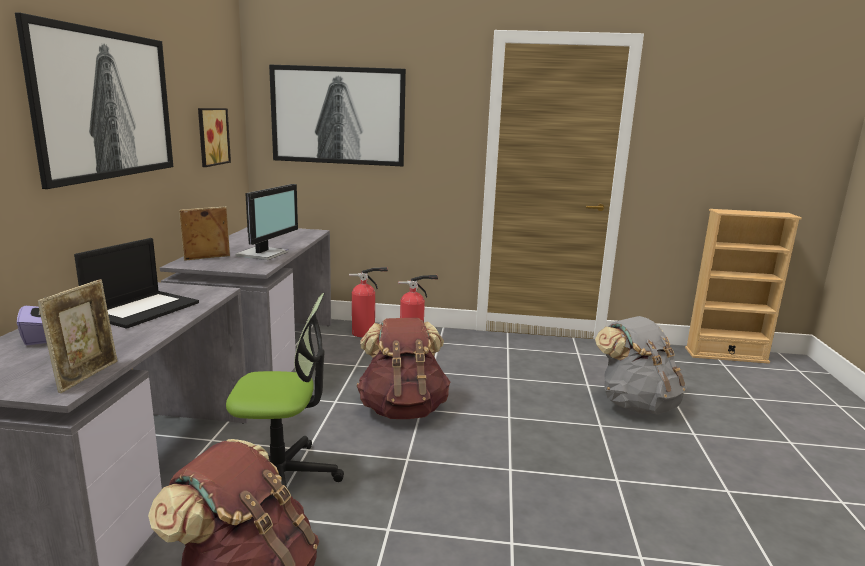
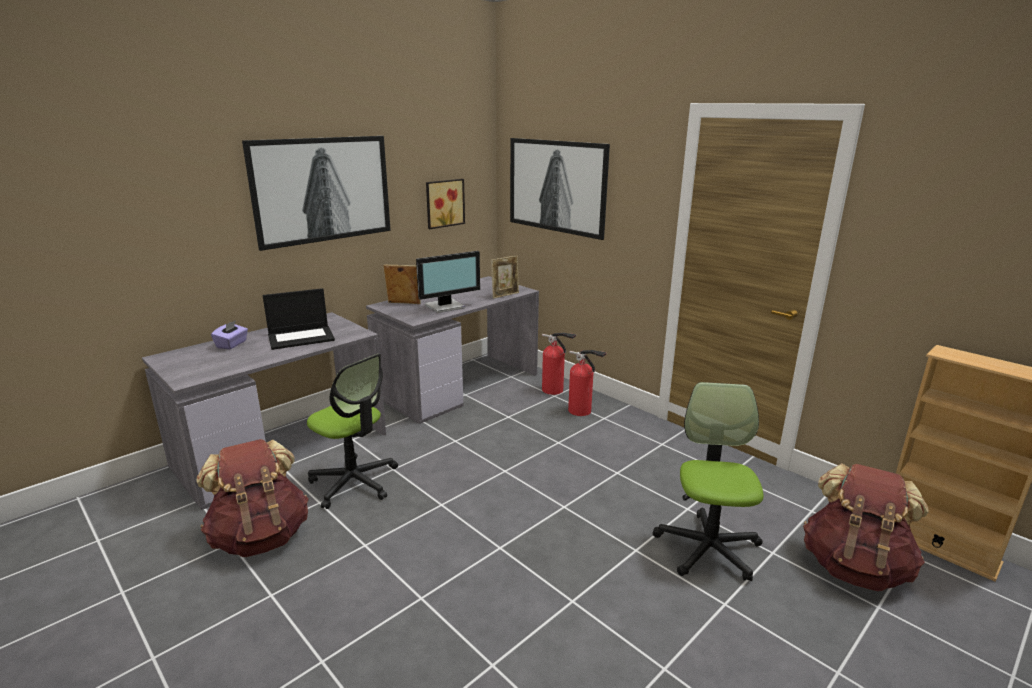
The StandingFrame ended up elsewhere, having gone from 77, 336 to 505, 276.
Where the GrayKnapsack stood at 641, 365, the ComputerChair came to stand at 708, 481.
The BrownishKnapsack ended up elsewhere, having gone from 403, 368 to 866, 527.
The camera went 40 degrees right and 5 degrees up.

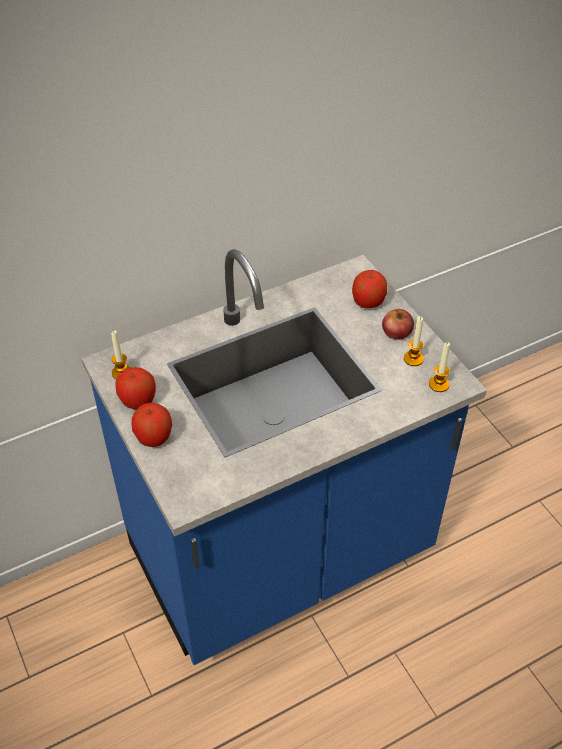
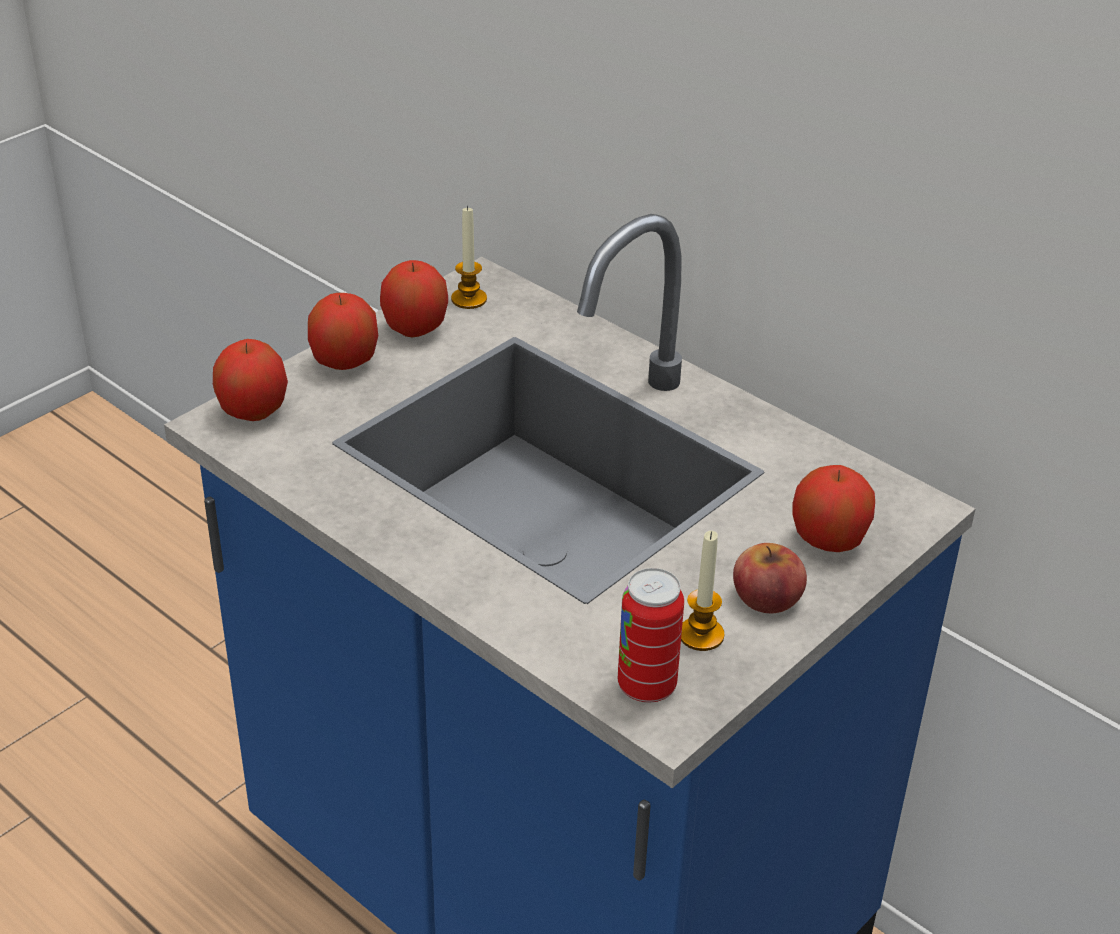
Where the Candle stood at 439, 367, the MetalCan came to stand at 651, 635.
The second view gained the AppleFruit at 250, 380.
The camera went 70 degrees right and 10 degrees down.

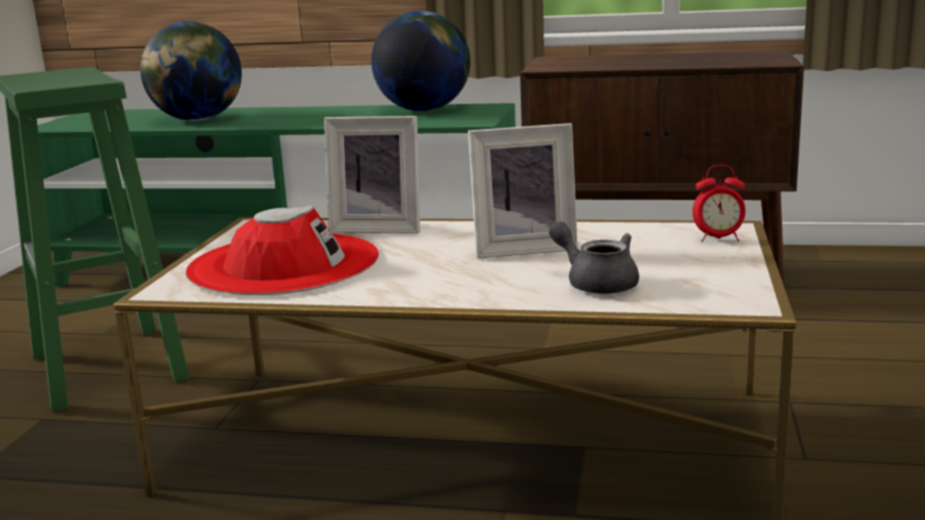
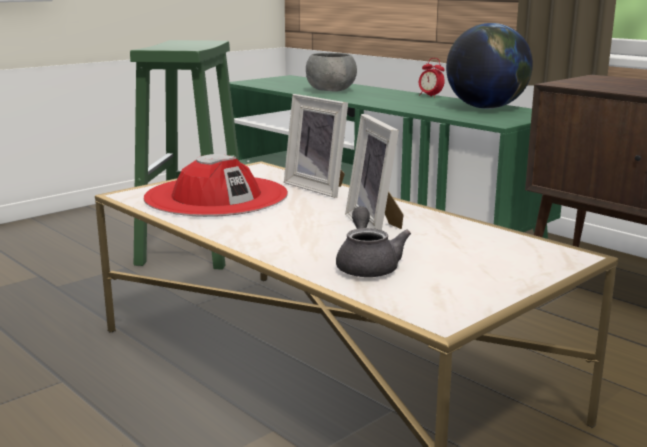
Where the WorldGlobe stood at 191, 71, the GrayDeepDish came to stand at 331, 72.
The StandingFrame at 523, 190 ended up facing another way, 45 degrees clockwise from before.
The AlarmClock ended up elsewhere, having gone from 719, 203 to 432, 78.
The camera went 35 degrees right and 0 degrees up.

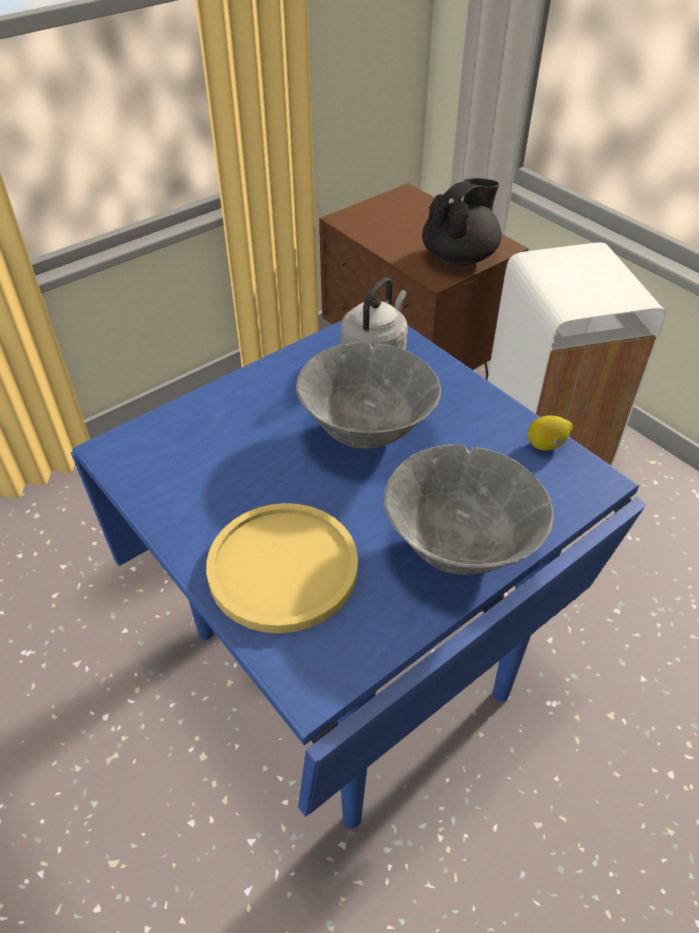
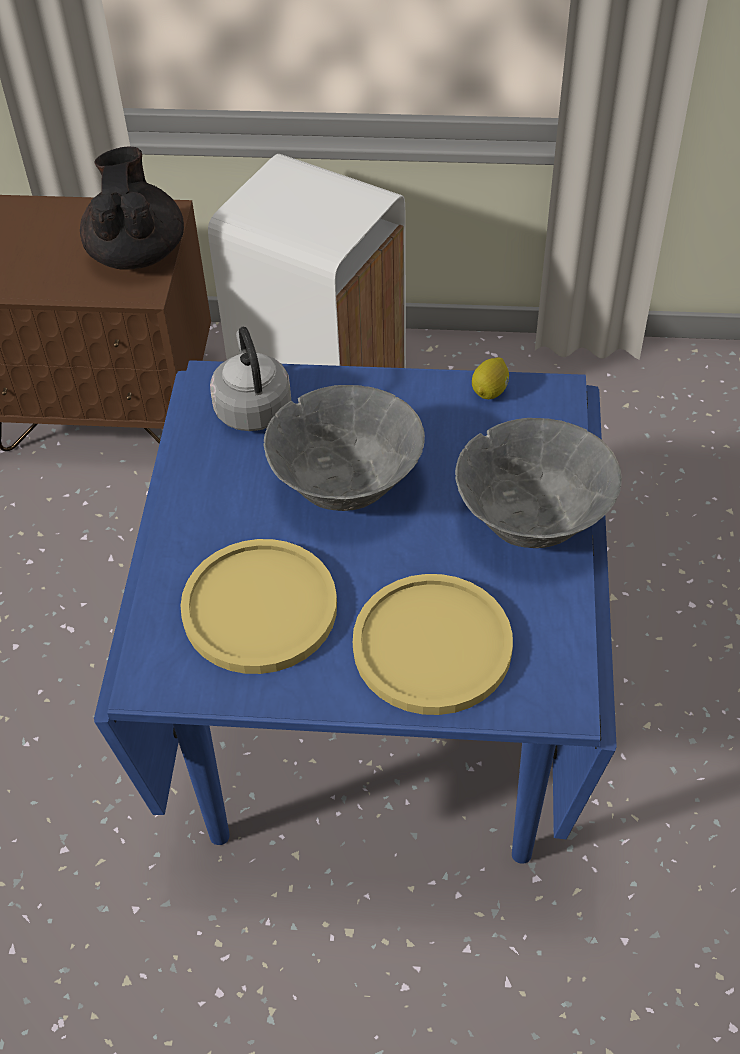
The second view gained the YellowColouredDinnerPlate at 258, 606.
The camera went 45 degrees left and 5 degrees up.

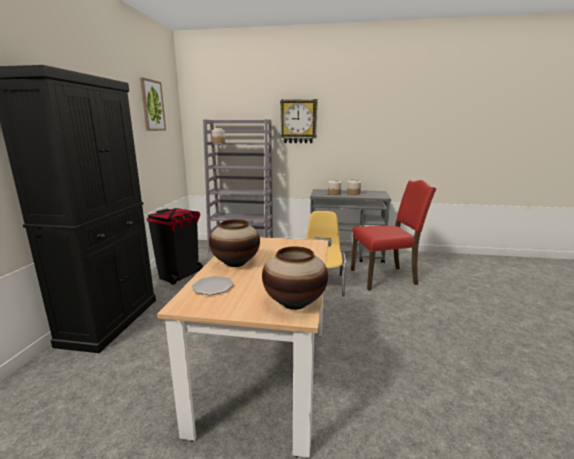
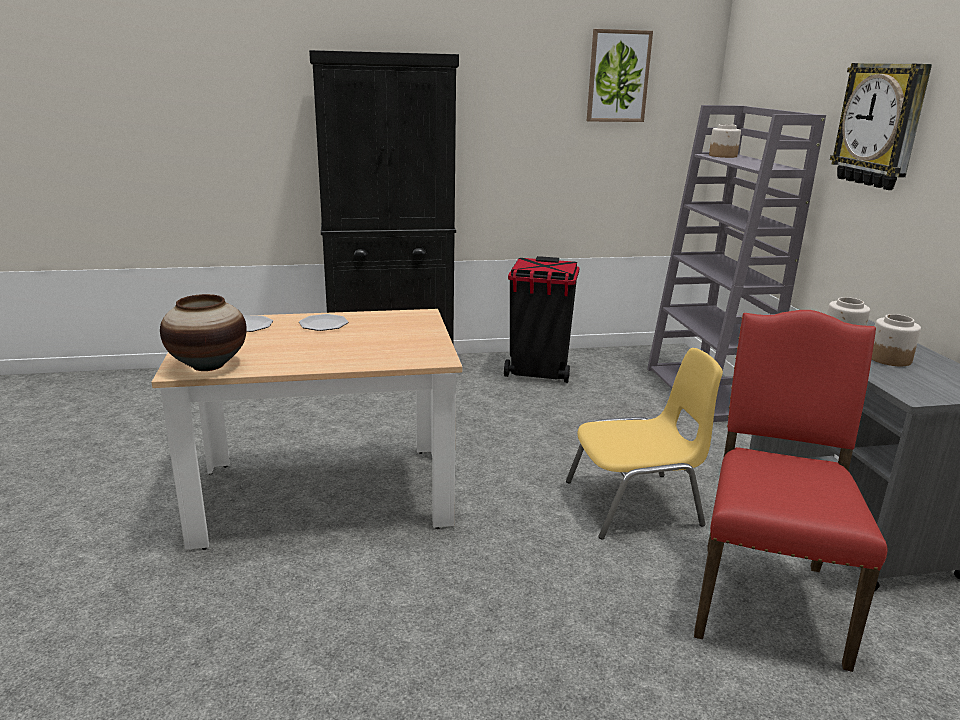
The ReddishChair at 393, 235 ended up facing another way, 135 degrees counterclockwise from before.
Where the DecorativeVase stood at 234, 243, the DinnerPlate came to stand at 323, 322.
The camera went 70 degrees right and 5 degrees up.

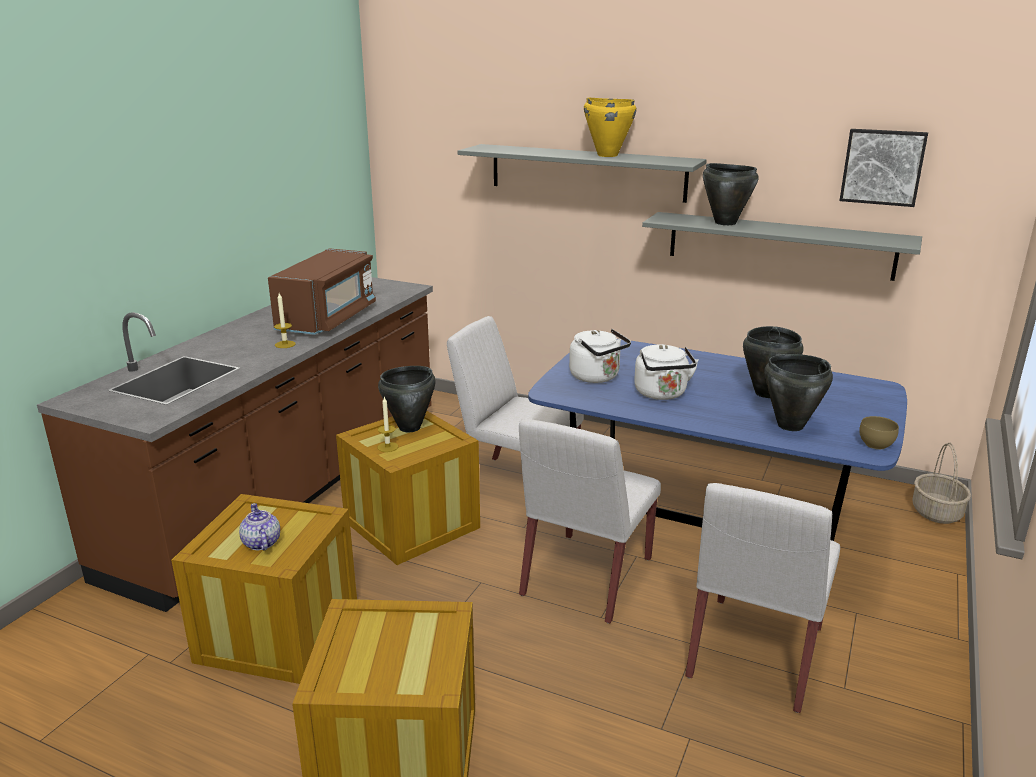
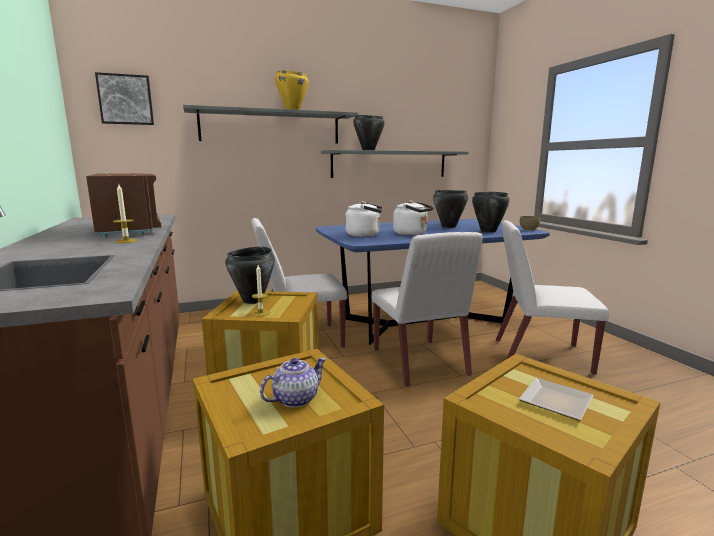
The WallPicture ended up elsewhere, having gone from 883, 168 to 124, 98.
The second view lost the Basket at 941, 483.
The WhiteChair at 762, 598 ended up facing another way, 120 degrees clockwise from before.
The TeaPot at 259, 527 ended up facing another way, 120 degrees clockwise from before.
The second view gained the DinnerPlate at 556, 399.
The camera went 45 degrees left and 10 degrees down.

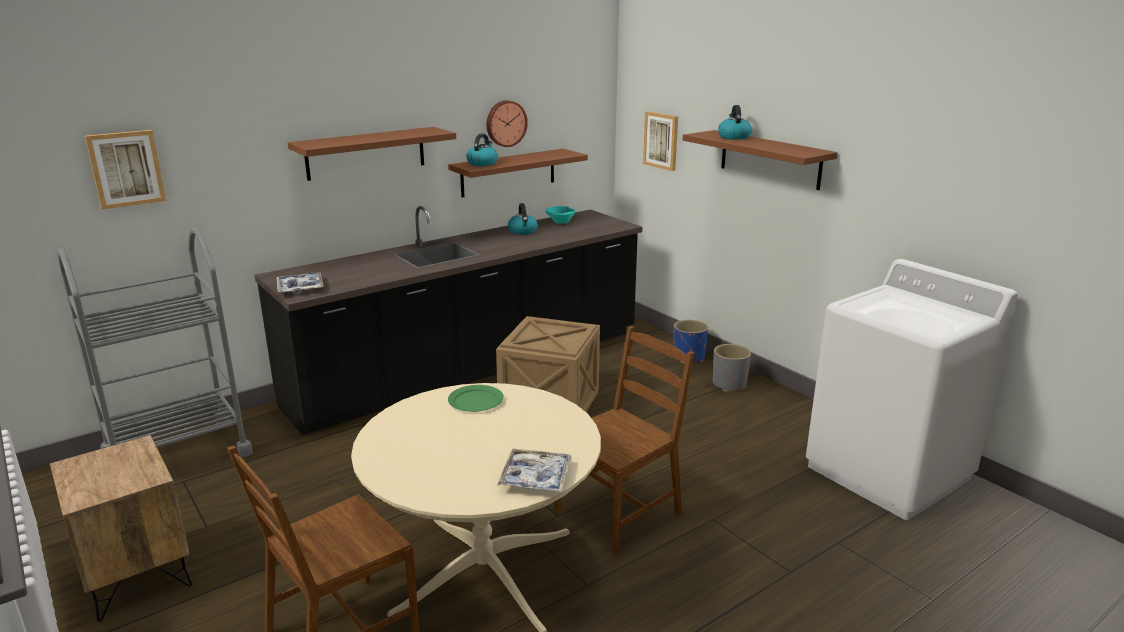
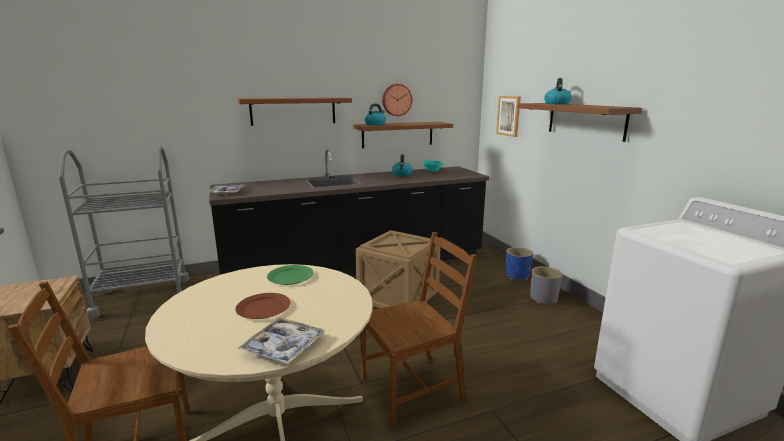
The second view lost the WallPicture at 125, 170.
The second view gained the BrownishDinnerPlate at 263, 306.
The camera went 15 degrees right and 5 degrees down.

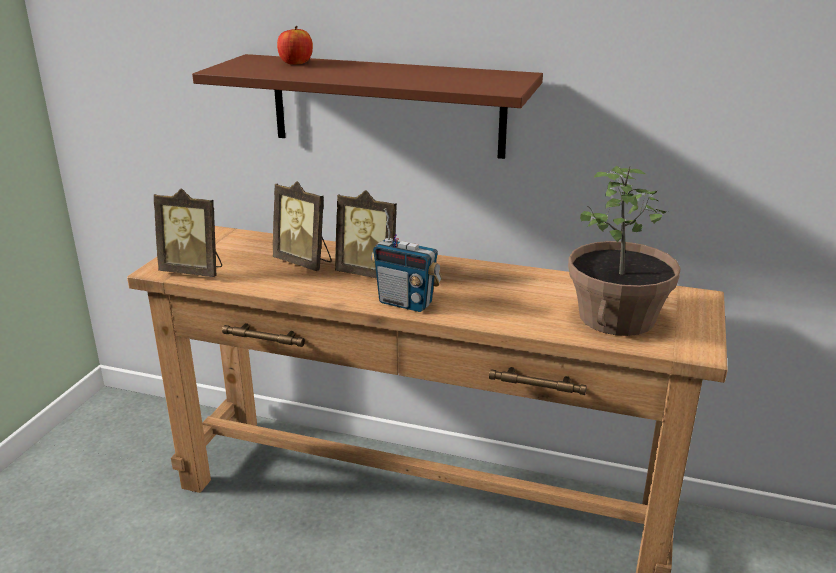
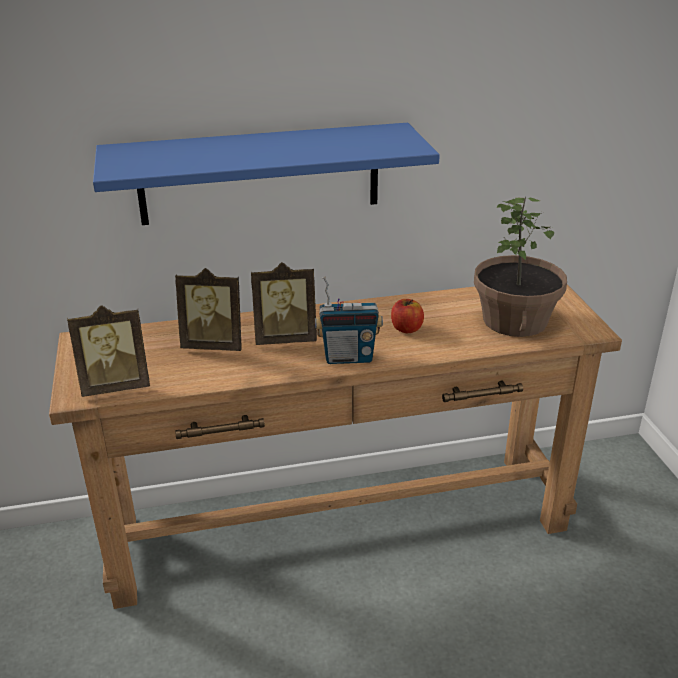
The AppleFruit ended up elsewhere, having gone from 295, 45 to 407, 316.
What was the BrownishShelf at 367, 106 turned into the BluishShelf at 266, 174.
The camera went 30 degrees left and 5 degrees up.

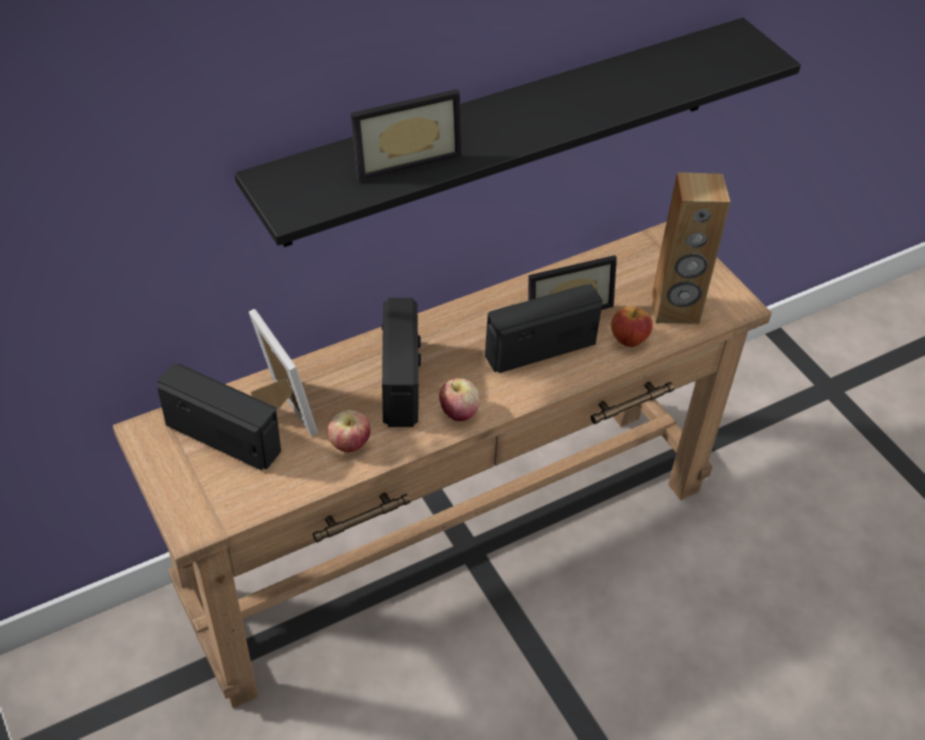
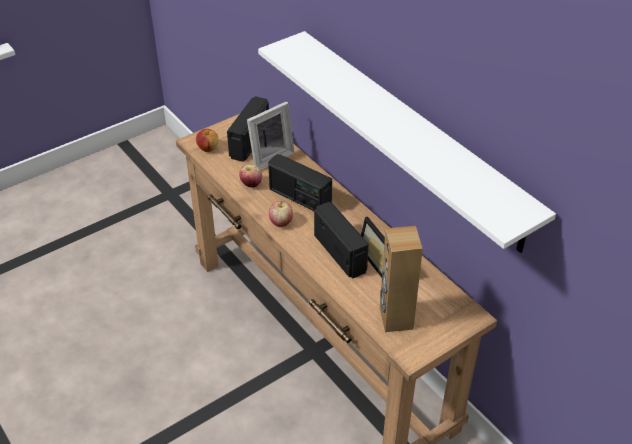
What was the BlackishShelf at 518, 132 turned into the WhiteShelf at 407, 142.
The second view lost the StandingFrame at 406, 135.
The Radio at 401, 362 ended up facing another way, 45 degrees clockwise from before.
The AppleFruit ended up elsewhere, having gone from 632, 326 to 207, 140.
The camera went 85 degrees right and 5 degrees down.

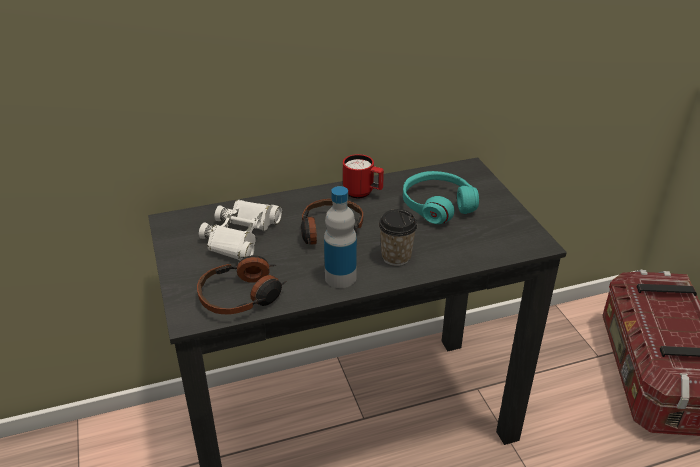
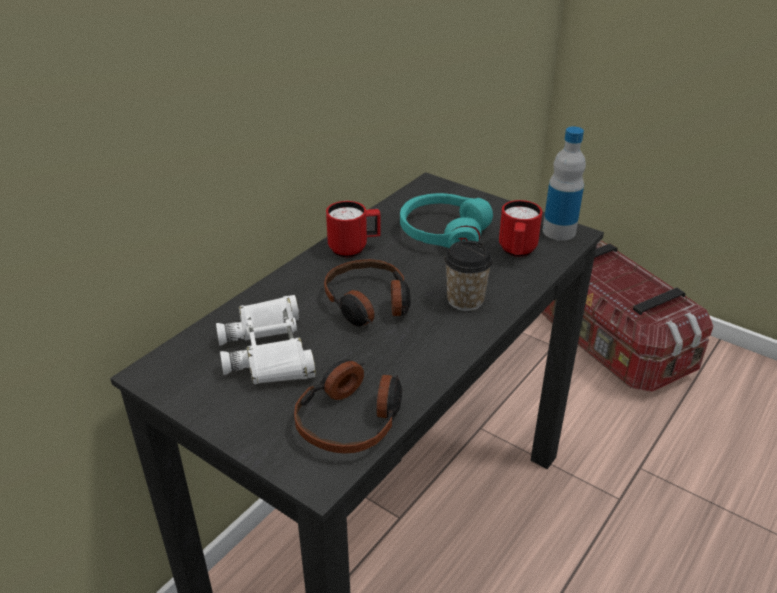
The Bottle ended up elsewhere, having gone from 340, 237 to 564, 183.
The second view gained the ReddishMug at 520, 228.
The camera went 35 degrees left and 0 degrees up.

